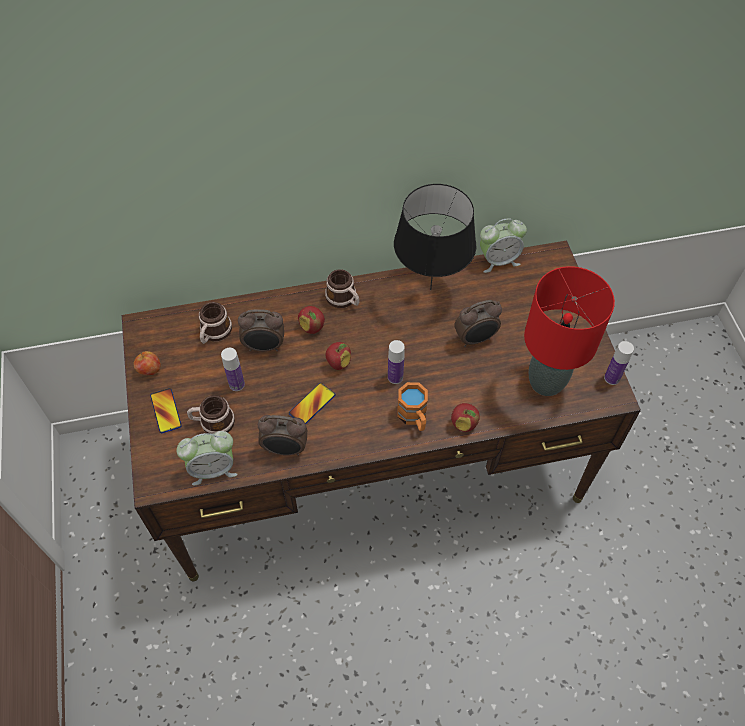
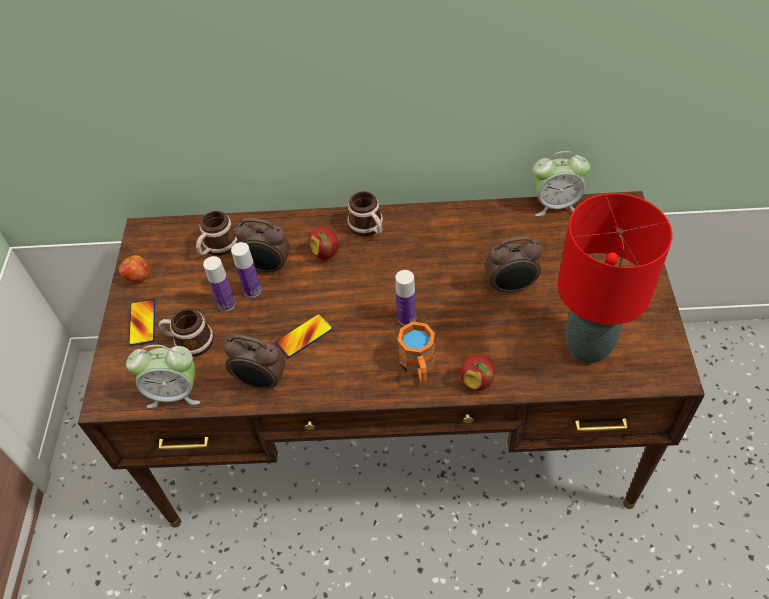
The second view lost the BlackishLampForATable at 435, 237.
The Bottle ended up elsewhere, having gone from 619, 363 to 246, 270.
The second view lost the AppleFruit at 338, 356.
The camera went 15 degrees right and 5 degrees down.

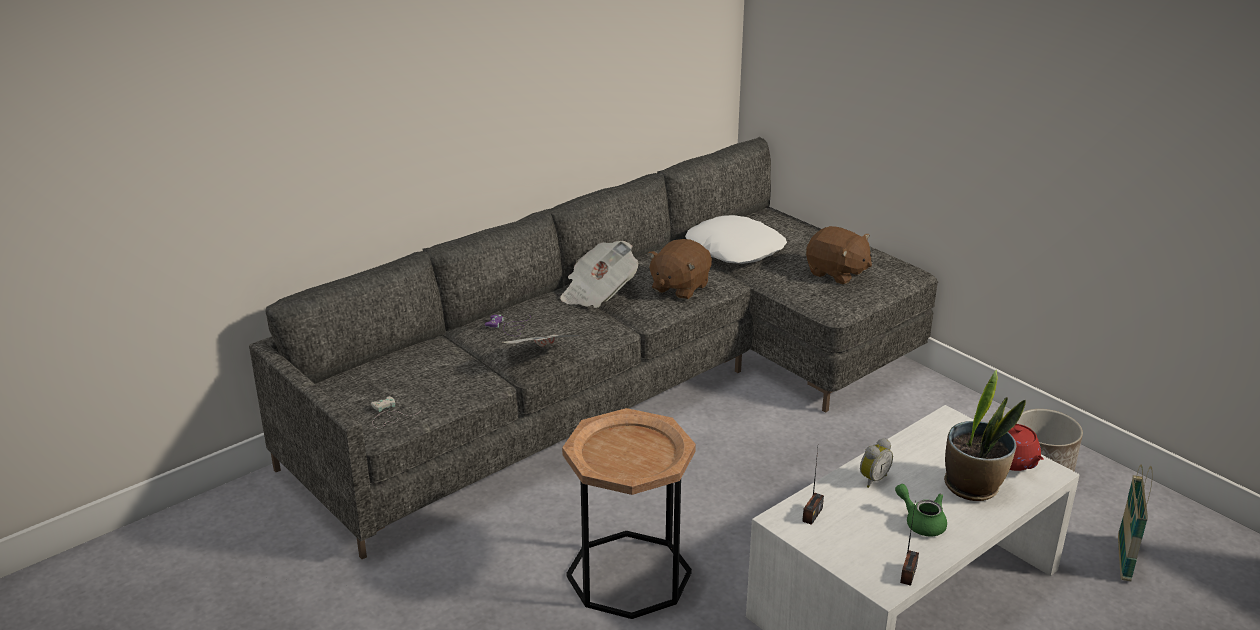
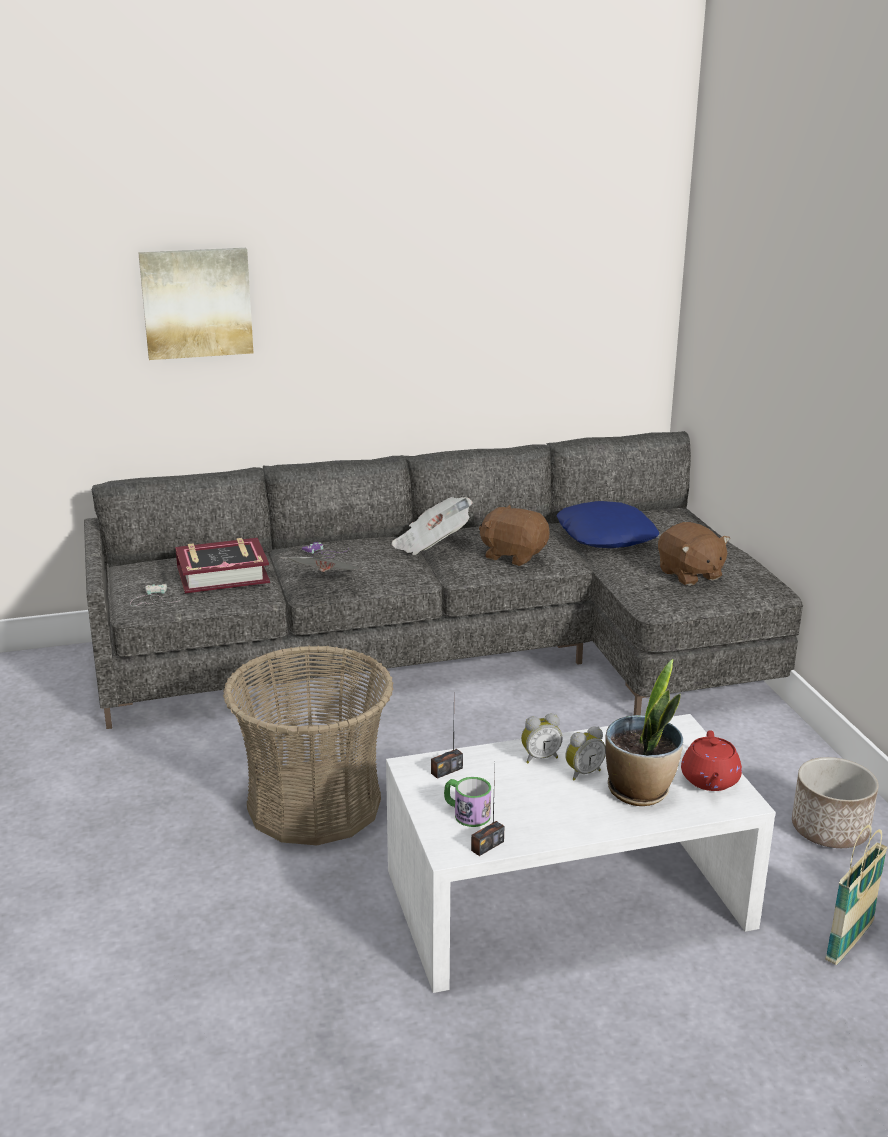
What was the WhitePillow at 736, 239 turned into the BluishPillow at 608, 524.
The BrownishCuddlyToy at 680, 269 ended up facing another way, 60 degrees clockwise from before.
Where the BrownishEndTable stood at 629, 513, the Basket came to stand at 308, 745.
The second view lost the GreenColouredTeaPot at 921, 510.
The second view gained the WallPicture at 195, 304.
The second view gained the Volume at 222, 565.
The second view gained the AlarmClock at 586, 753.
The second view gained the Mug at 467, 802.
The camera went 25 degrees right and 5 degrees down.

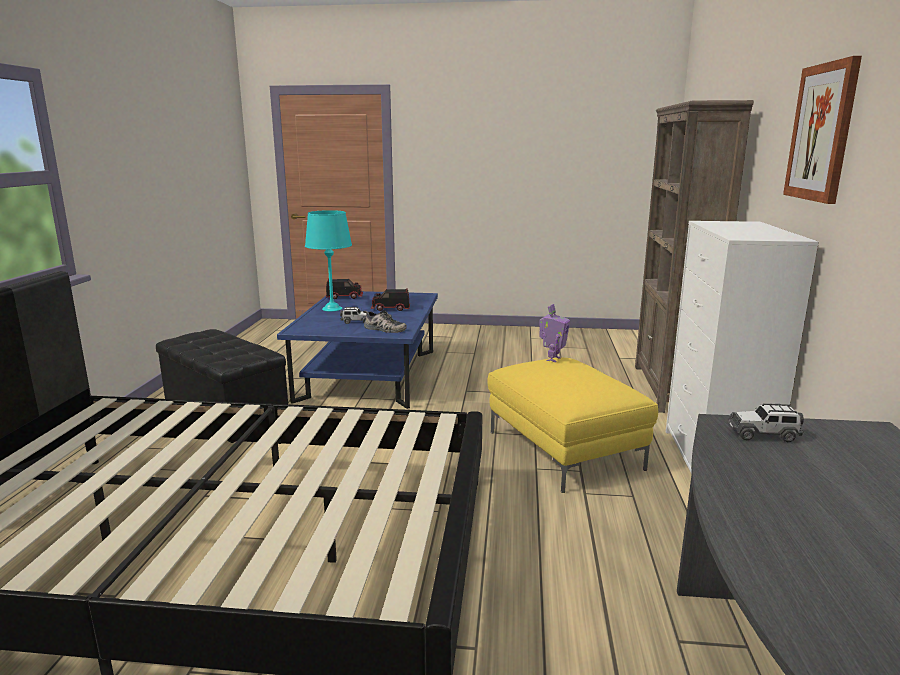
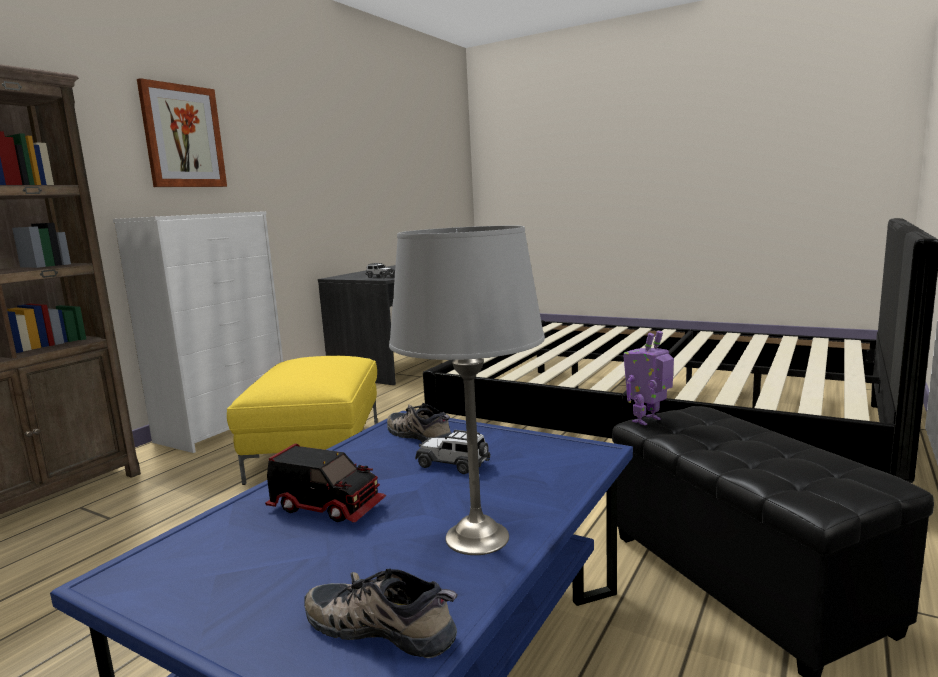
What was the TurquoiseColouredLampForATable at 328, 261 turned into the GrayLampForATable at 467, 390.
Where the ToyLorry stood at 344, 288, the Shoe came to stand at 381, 613.
The RobotFigure ended up elsewhere, having gone from 554, 333 to 648, 378.
The camera went 155 degrees left and 5 degrees down.

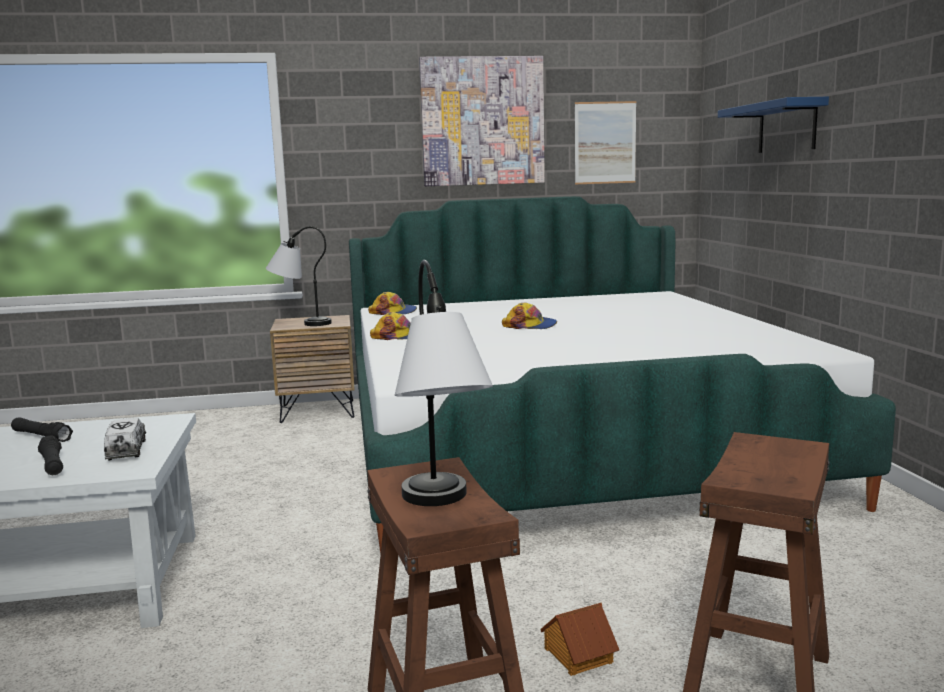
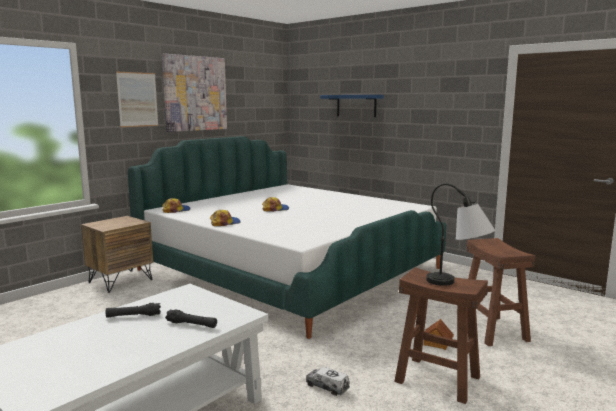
The WallPicture ended up elsewhere, having gone from 606, 142 to 137, 99.
The second view lost the LampForATable at 299, 276.
The ToyLorry ended up elsewhere, having gone from 125, 439 to 328, 381.
The camera went 40 degrees left and 0 degrees up.

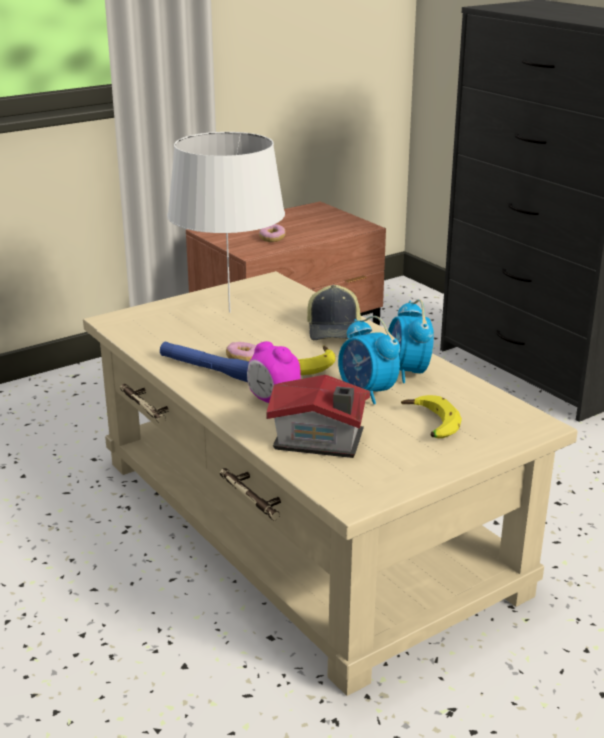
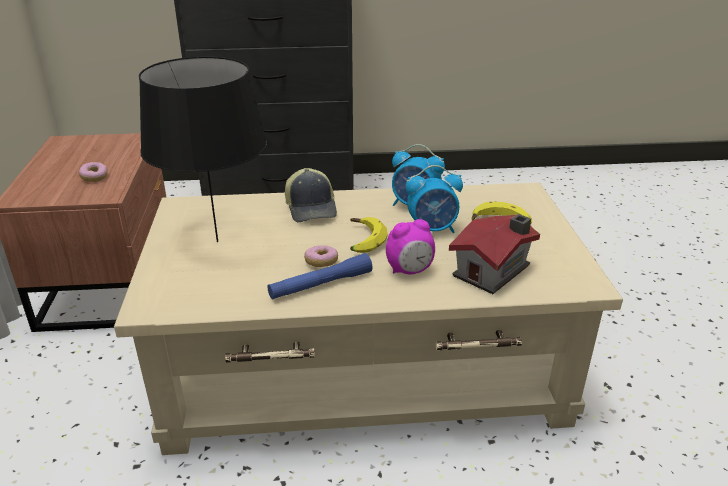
What was the WhiteLampForATable at 226, 222 turned into the BlackishLampForATable at 203, 149.
The Cap at 334, 312 ended up facing another way, 45 degrees clockwise from before.
The camera went 60 degrees left and 5 degrees up.

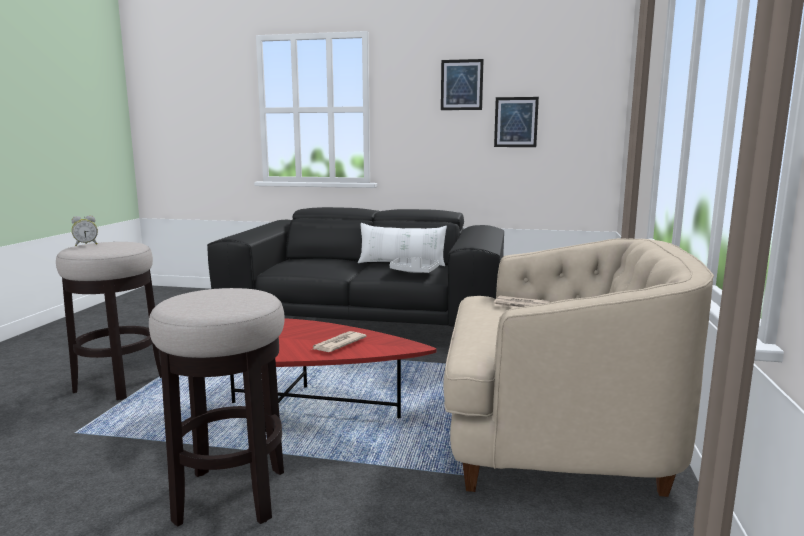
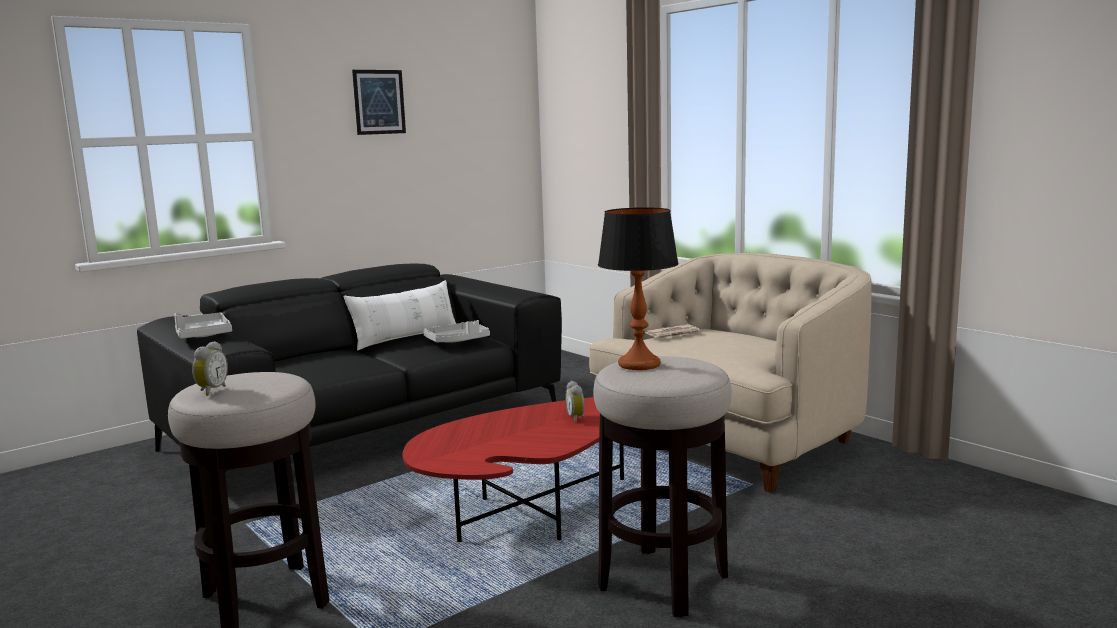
The second view lost the WallPicture at 516, 122.
Where the Newspaper stood at 339, 341, the AlarmClock came to stand at 575, 402.
The second view gained the LampForATable at 638, 288.
The second view gained the GrayTray at 203, 325.
The camera went 50 degrees left and 0 degrees up.

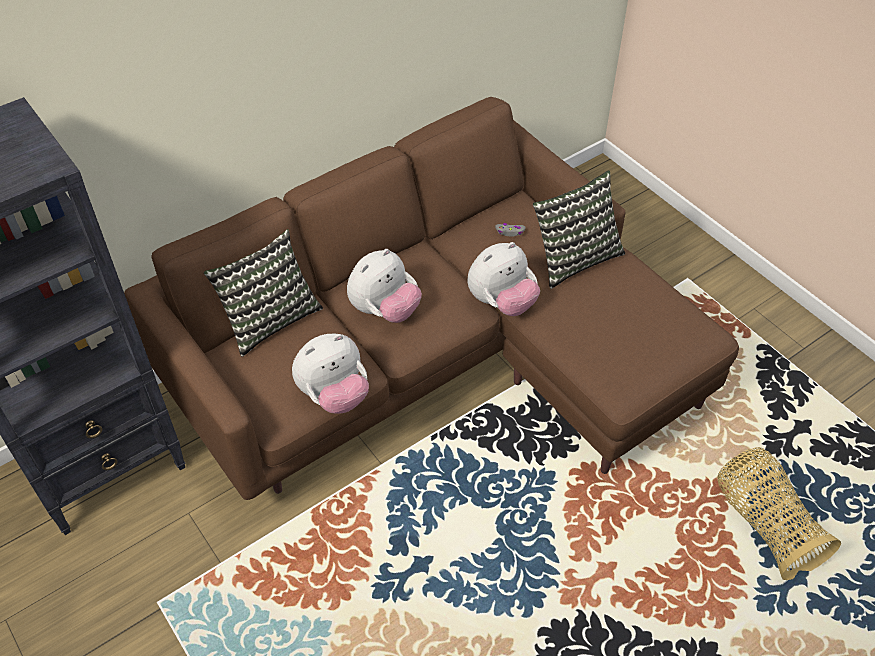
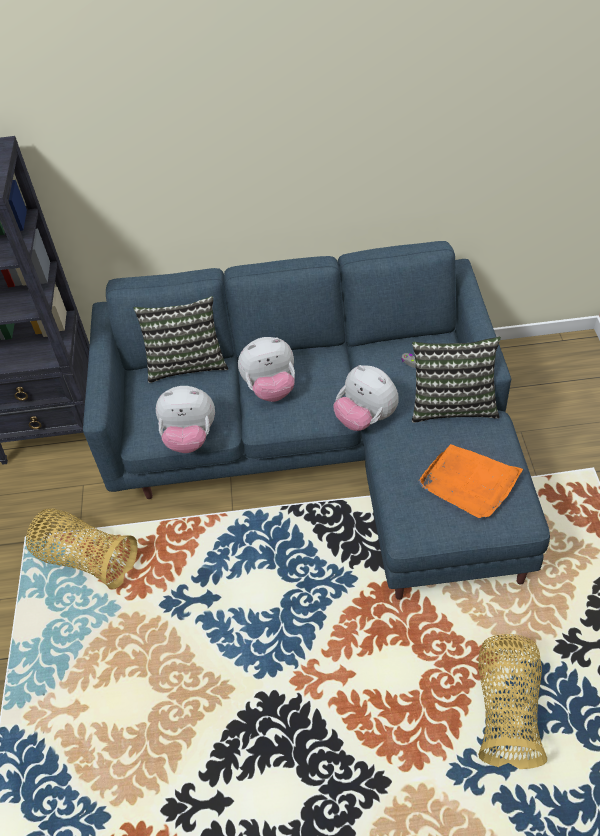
What was the BrownishSofa at 431, 298 turned into the BluishSofa at 316, 420.
The CuddlyToy at 504, 279 ended up facing another way, 45 degrees clockwise from before.
The second view gained the OrangeTray at 471, 481.
The second view gained the Basket at 82, 549.
The camera went 35 degrees right and 0 degrees up.

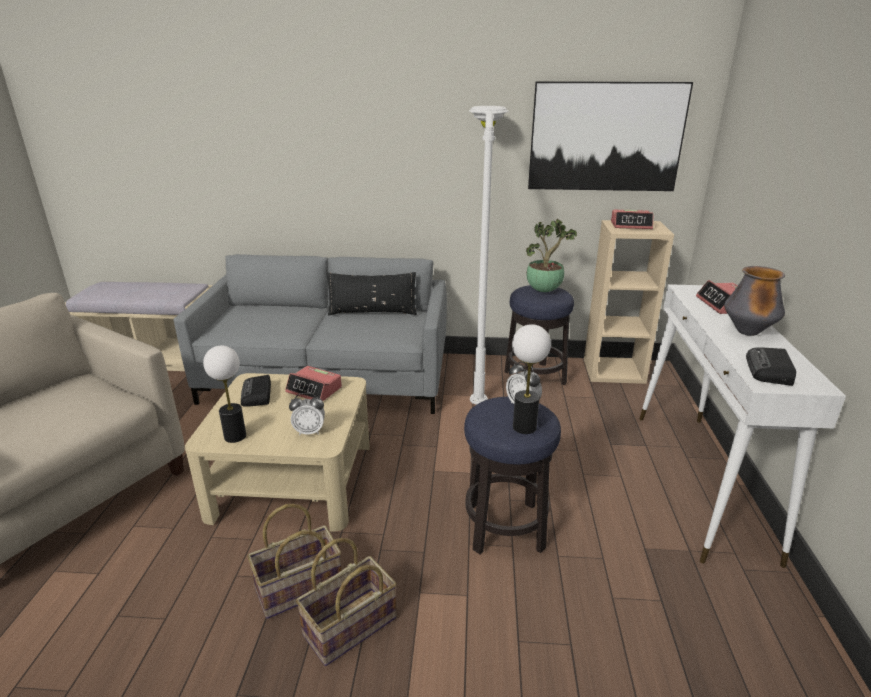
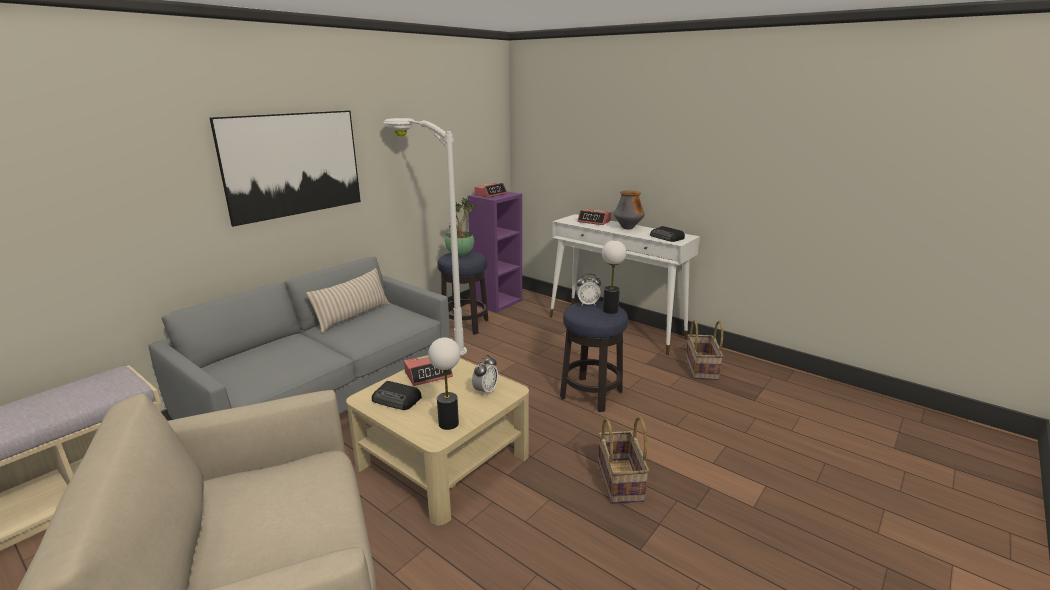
The WallPicture ended up elsewhere, having gone from 610, 136 to 285, 169.
What was the SandColouredBookcase at 629, 302 turned into the PurpleBookcase at 495, 252.
What was the BlackishPillow at 371, 294 turned into the SandColouredPillow at 348, 300.
The Basket ended up elsewhere, having gone from 294, 561 to 704, 350.
The camera went 55 degrees left and 5 degrees down.

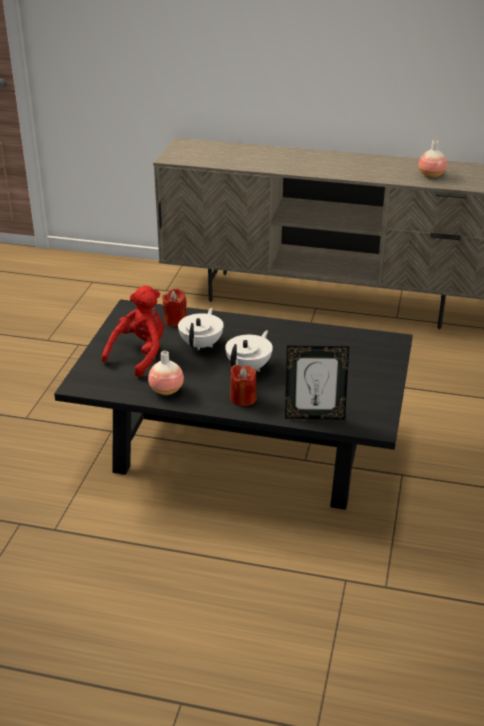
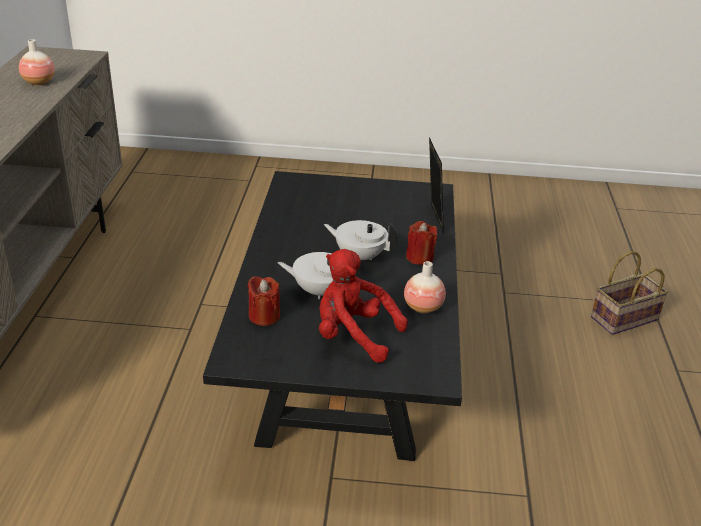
The second view gained the Basket at 629, 293.
The camera went 100 degrees left and 0 degrees up.

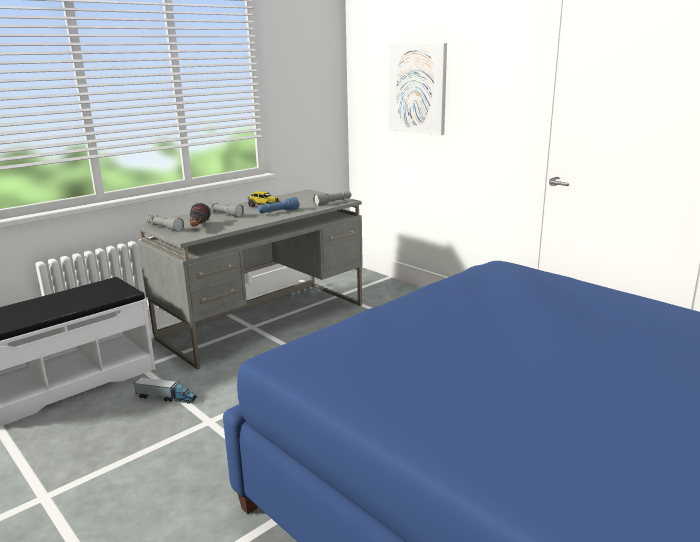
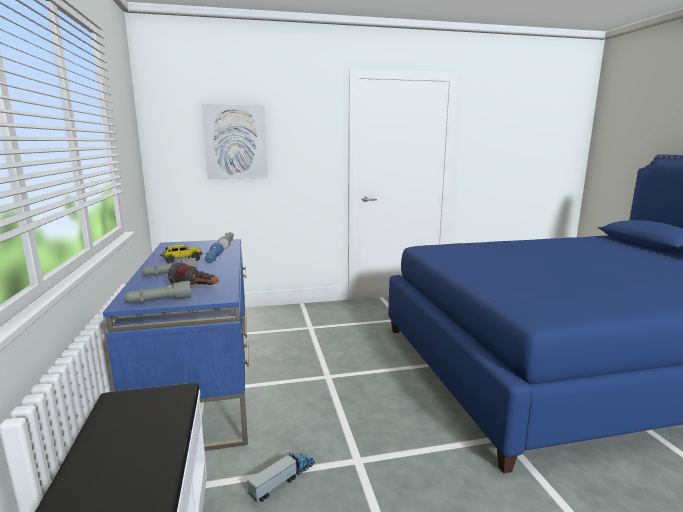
What was the GrayDeskTable at 249, 279 turned into the BluishDeskTable at 176, 345.
The camera went 60 degrees left and 5 degrees down.

